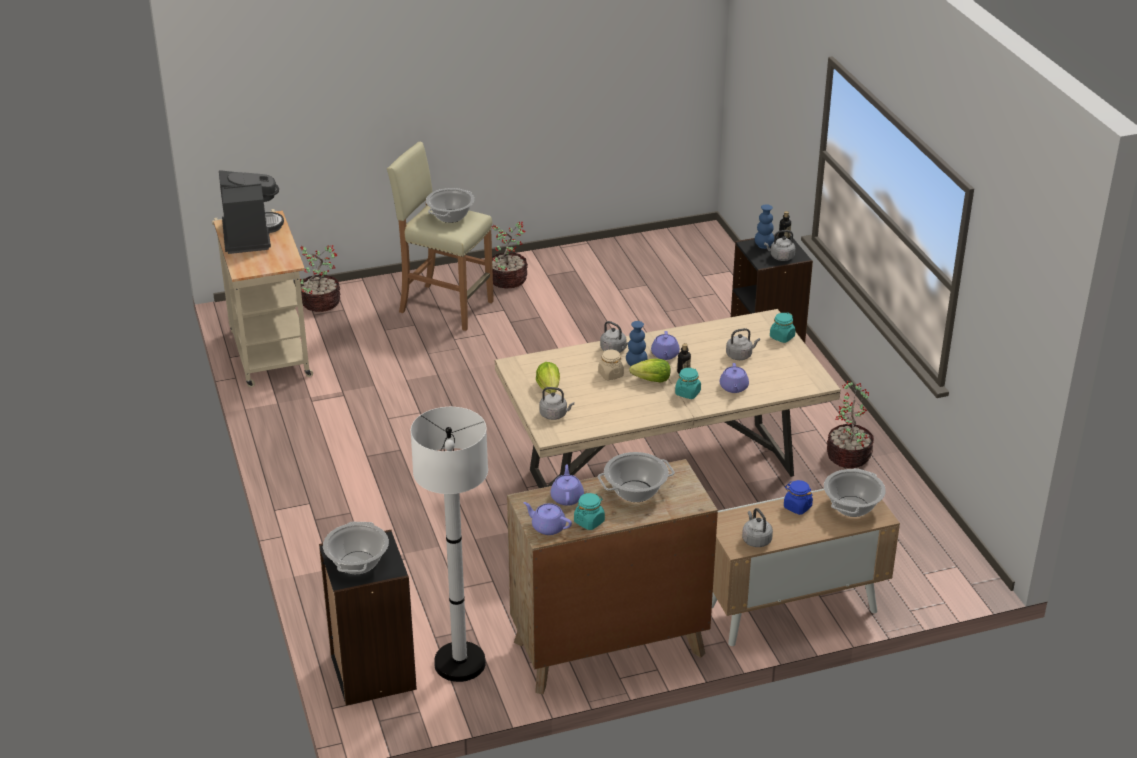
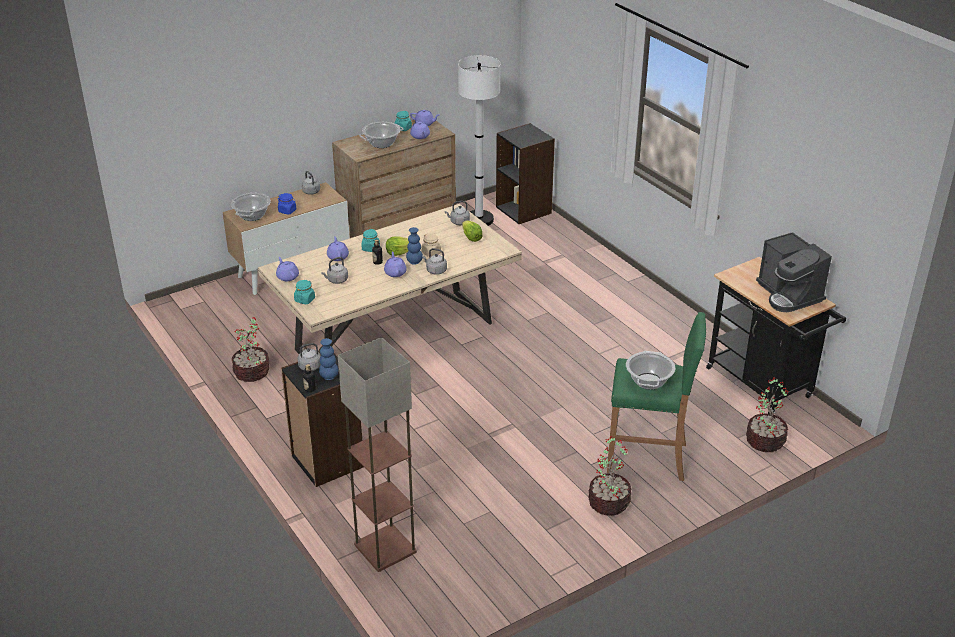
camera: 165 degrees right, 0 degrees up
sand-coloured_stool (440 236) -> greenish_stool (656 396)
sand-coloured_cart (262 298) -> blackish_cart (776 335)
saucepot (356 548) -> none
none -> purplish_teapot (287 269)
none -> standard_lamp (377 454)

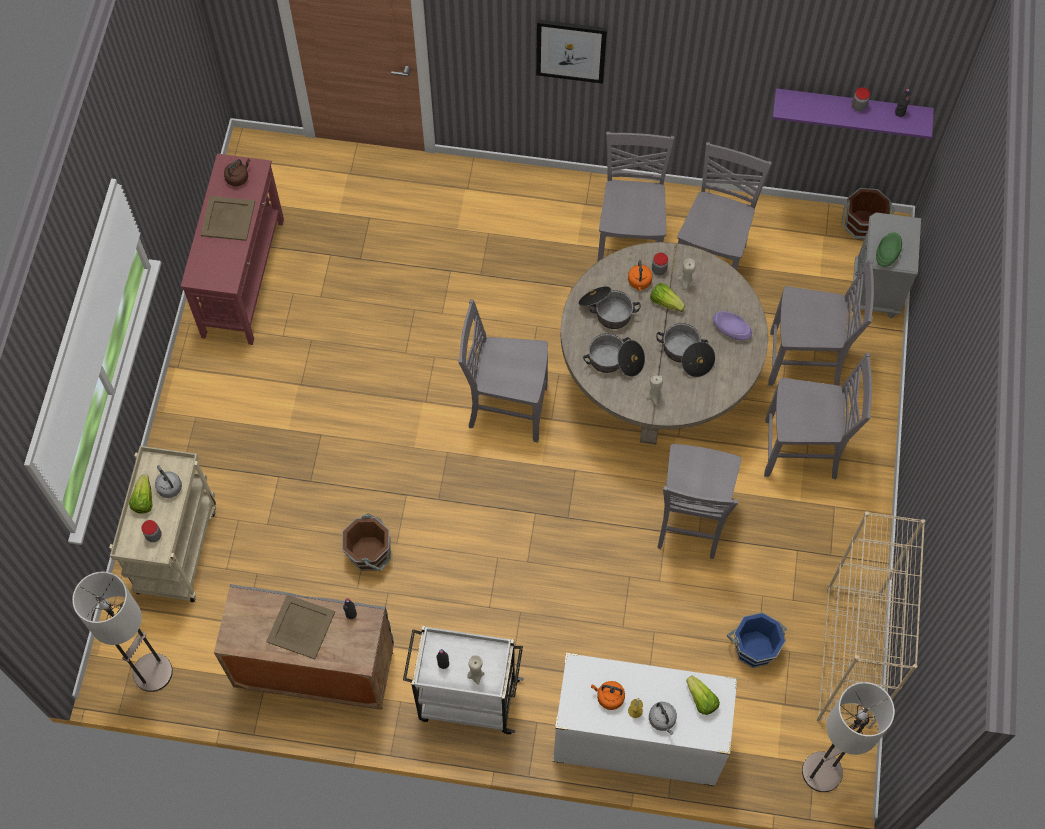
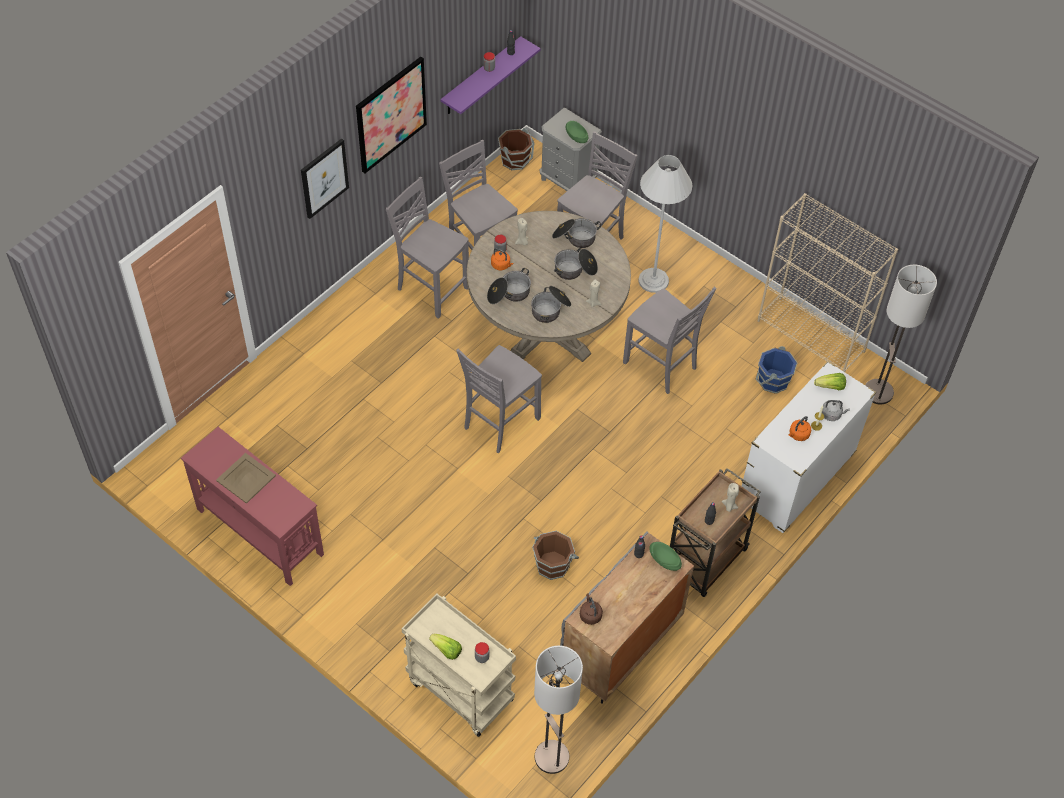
camera: 60 degrees left, 10 degrees down
brown_tea_kettle (237 172) -> brown_tea_kettle (591 609), move
lettuce (667 297) -> none
purplish_serving_bowl (732 326) -> saucepot (576 233)
greyish_upright_chair (818 416) -> white_standard_lamp (665 224)
greyish_tea_kettle (168 481) -> none
sand-coloured_carrying_tray (300 627) -> none
white_cart (463 679) -> brown_cart (715 532)
none -> wall_picture (391 115)
none -> greenish_serving_bowl (665 556)

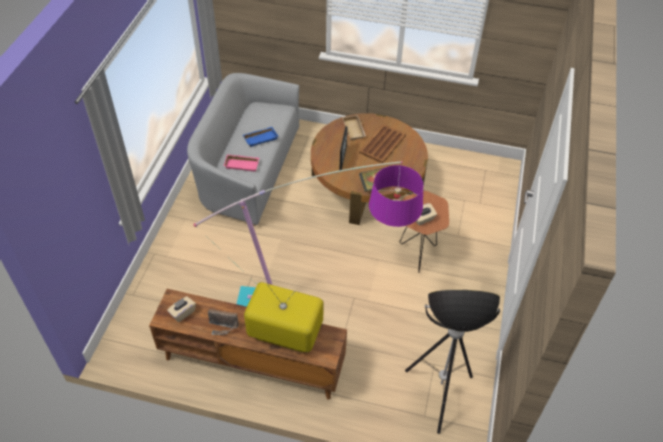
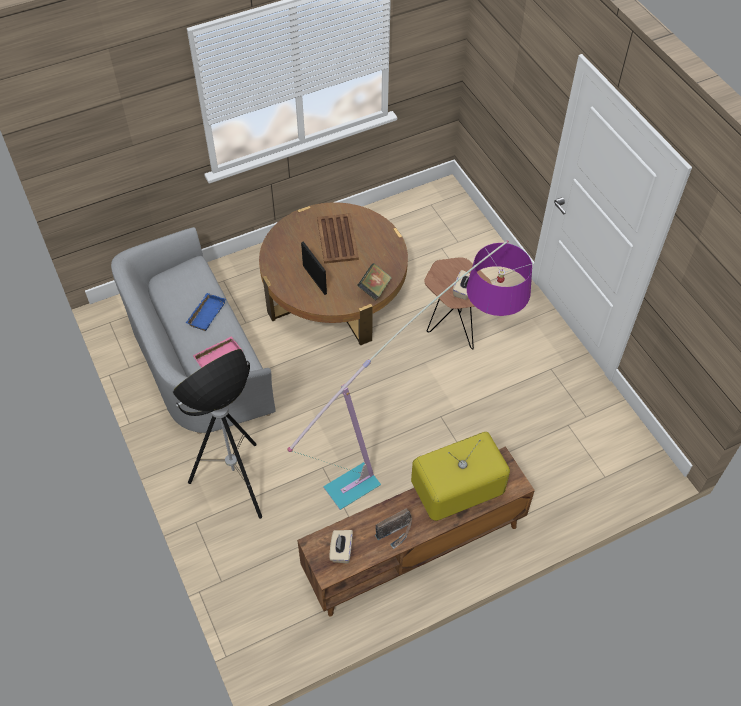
camera: 40 degrees left, 5 degrees up
sand-coloured_carrying_tray (354 127) -> none
standard_lamp (452 362) -> standard_lamp (217 434), move

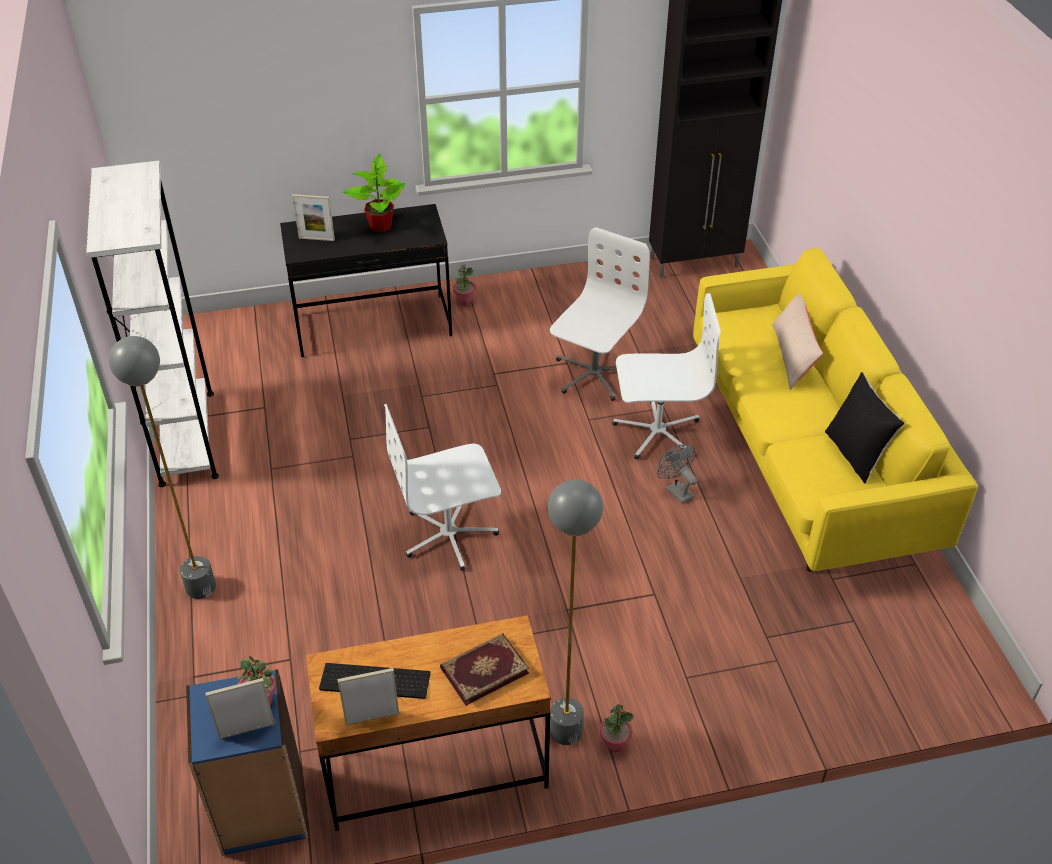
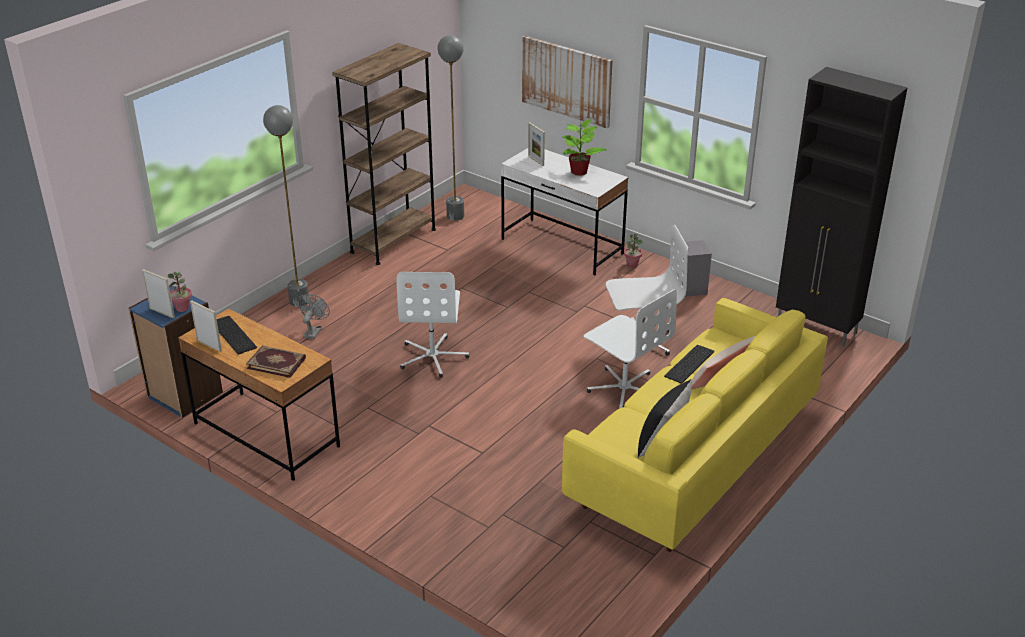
camera: 50 degrees right, 10 degrees down
white_bookshelf (152 324) -> brown_bookshelf (384 154)
blackish_desk_unit (366 280) -> white_desk_unit (565 212)
white_office_chair (442 487) -> white_office_chair (433 325), 120 degrees counterclockwise
greyish_electric_fan (677 474) -> greyish_electric_fan (313 316), move
greyish_standard_lamp (575 612) -> greyish_standard_lamp (450 128), move
houseplant (617 728) -> none
none -> wall_picture (567 82)
none -> greyish_loudspeaker (697 268)
none -> keyboard (689 364)

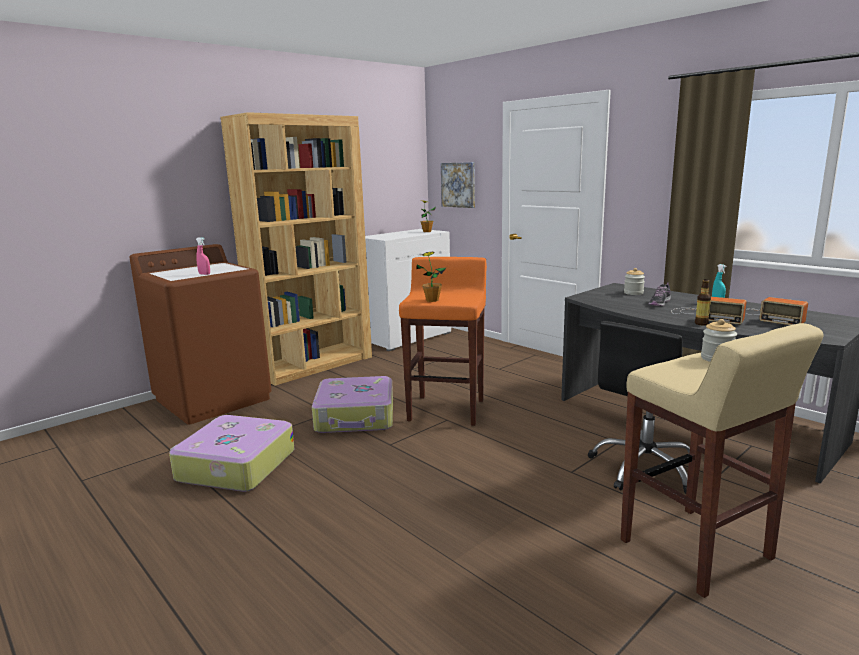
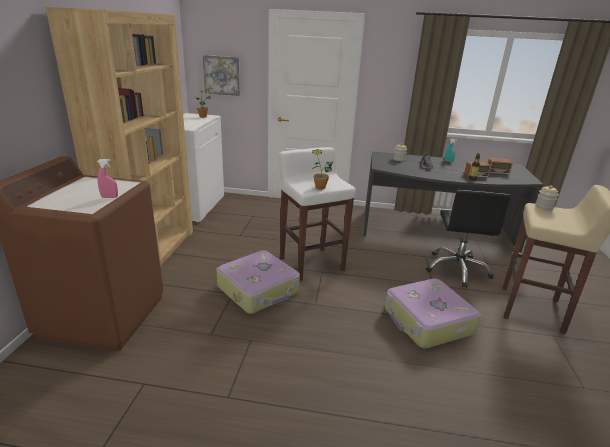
camera: 40 degrees left, 10 degrees up
orange_stool (443 341) -> white_stool (317 214)
suitcase (231 453) -> suitcase (433 313), move

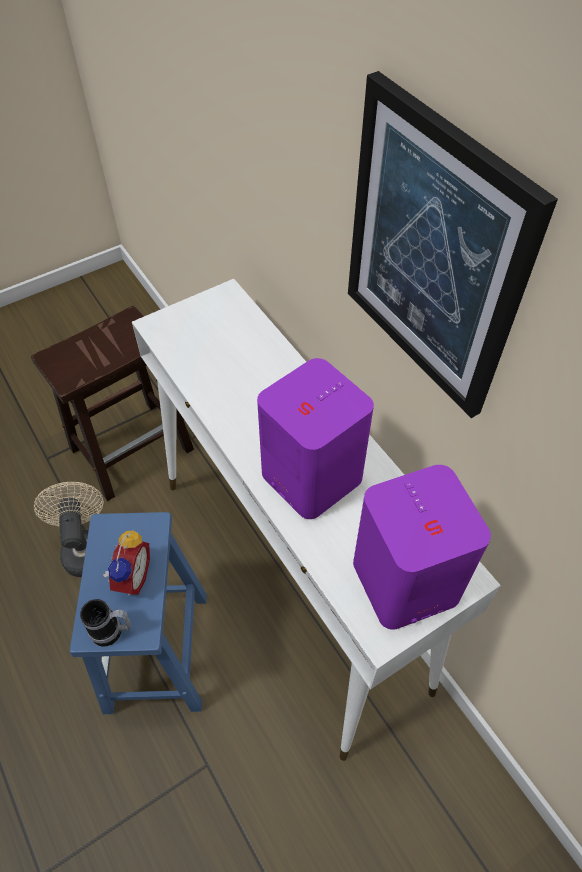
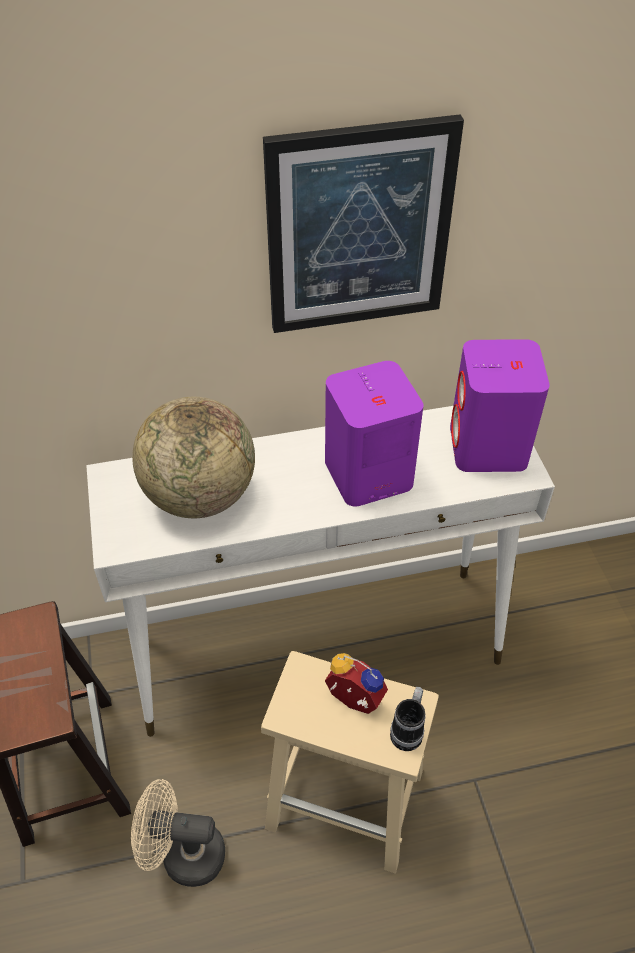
camera: 70 degrees left, 5 degrees down
blue-coloured_stool (138 613) -> sand-coloured_stool (350 762)
none -> desk_globe (193 457)

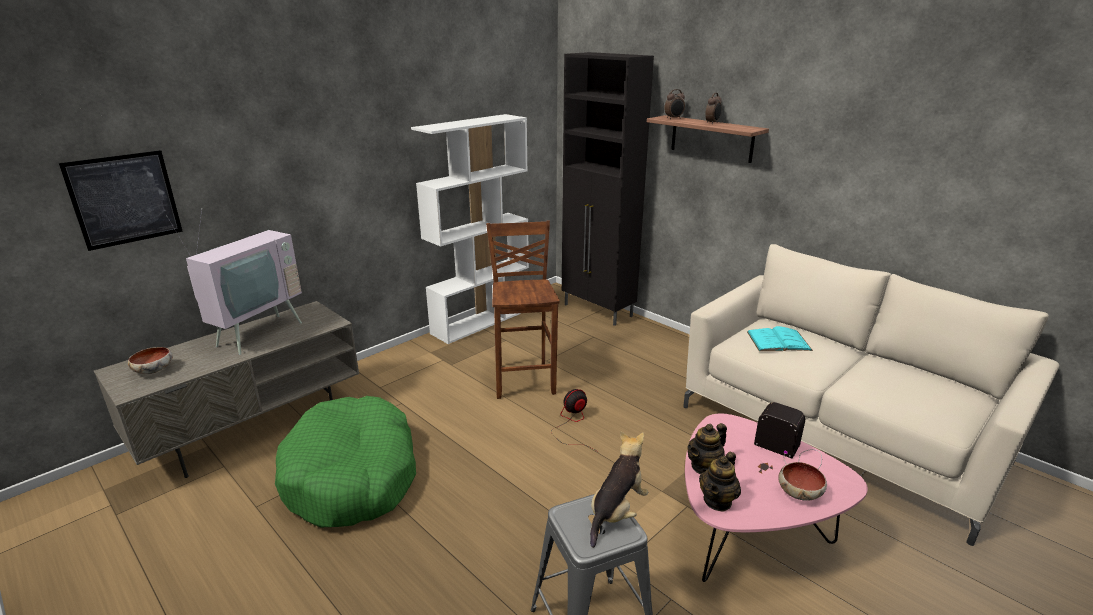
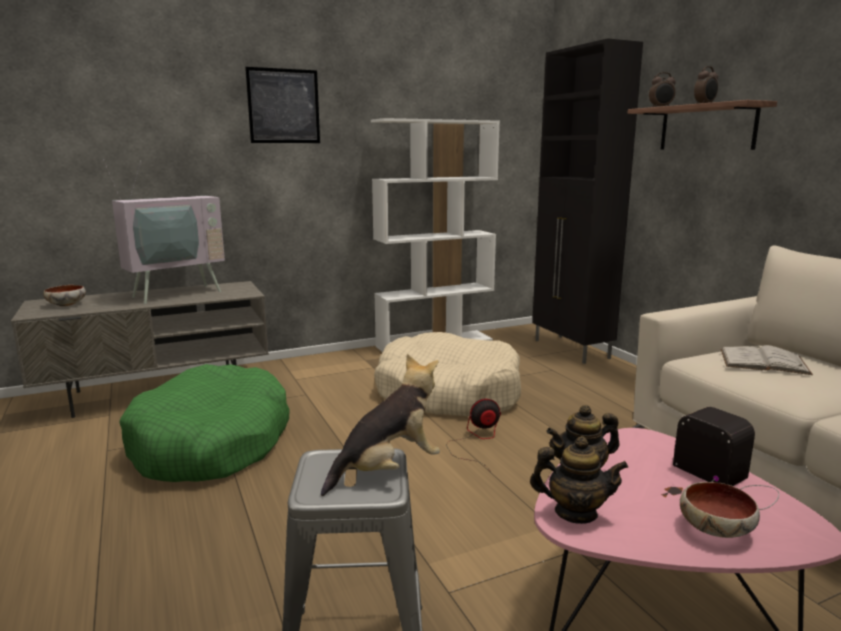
camera: 20 degrees right, 10 degrees down
wall_picture (121 200) -> wall_picture (282 105), move
brown_stool (523 309) -> sand-coloured_dog_cushion (447 374)
turquoise_volume (780 338) -> white_volume (766 360)
teapot (720 482) -> teapot (579 480), 135 degrees counterclockwise

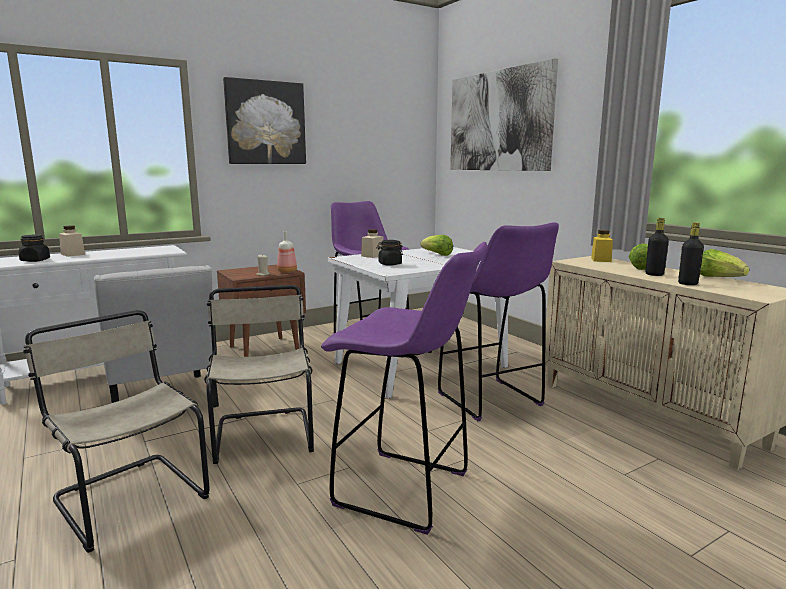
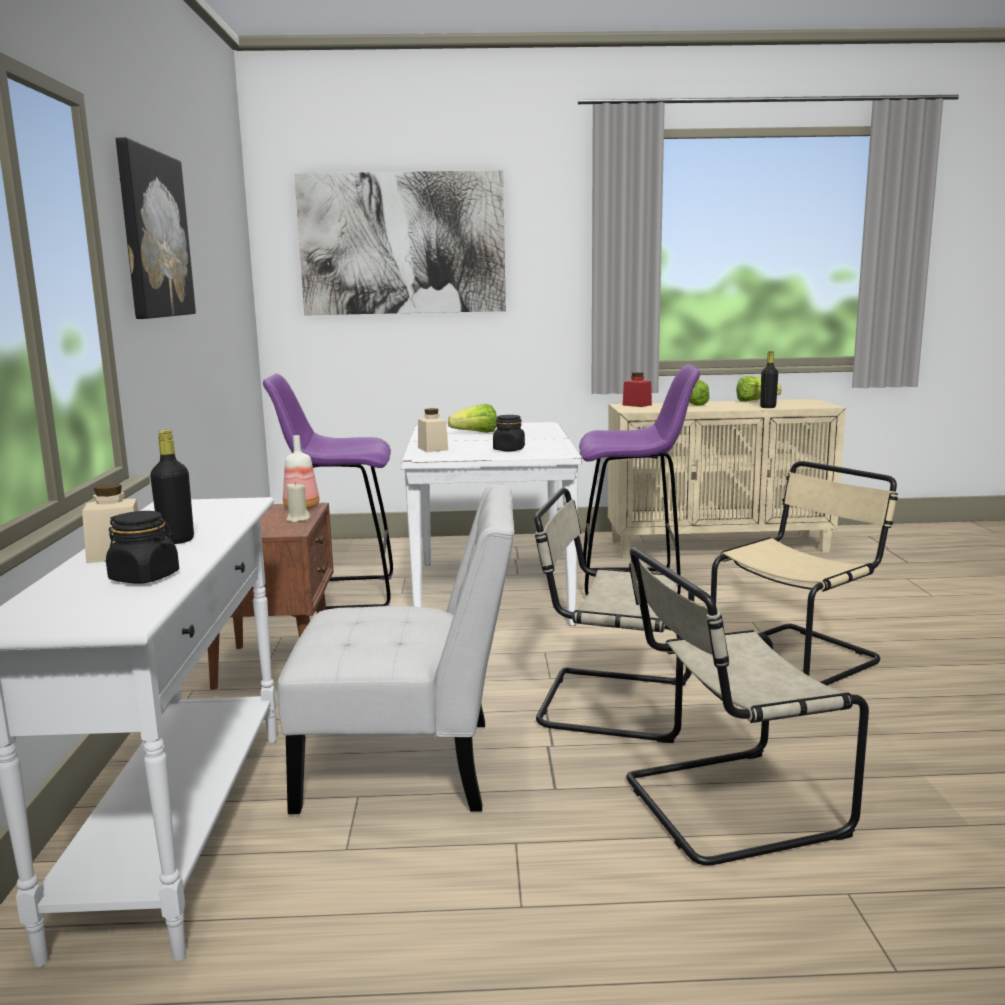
camera: 60 degrees left, 0 degrees up
blackish_beverage_bottle (657 247) -> blackish_beverage_bottle (172 487), move
yellow_storage_jar (602 246) -> reddish_storage_jar (637 389)
purplish_stool (404 388) -> sand-coloured_upright_chair (804 573)

